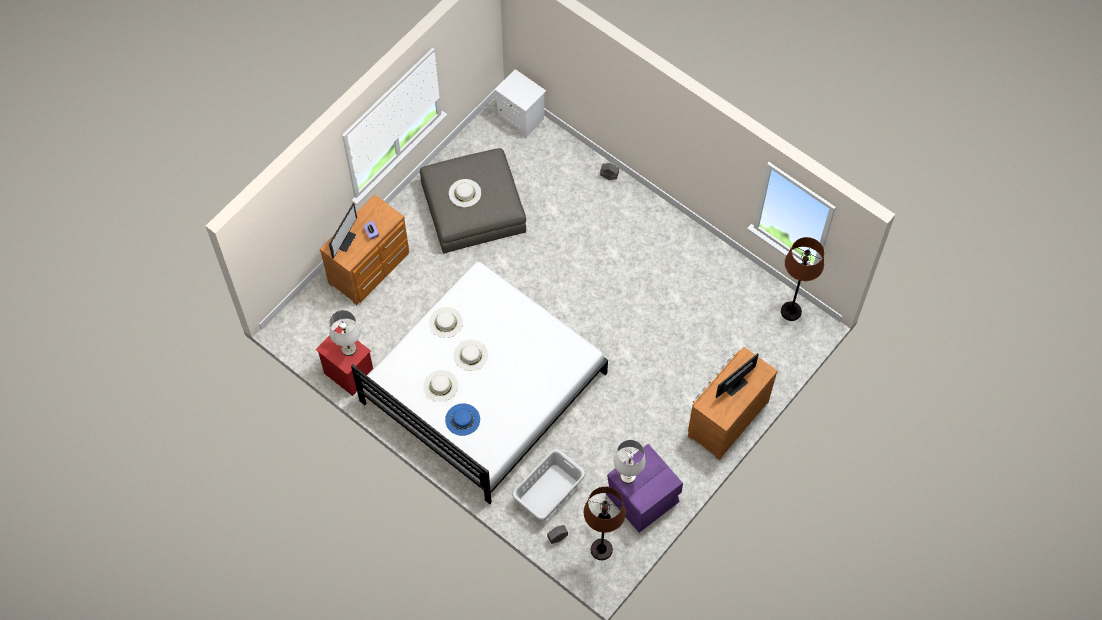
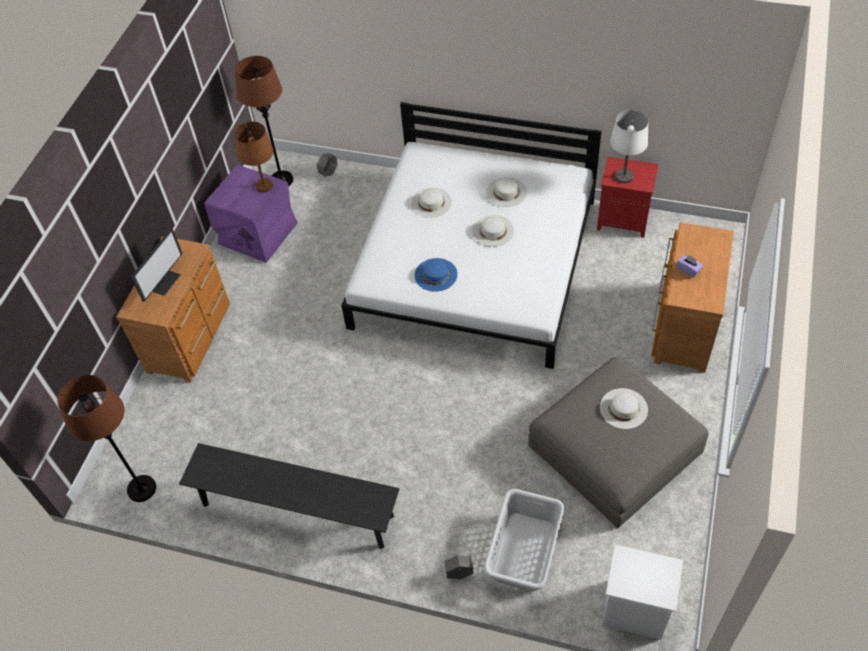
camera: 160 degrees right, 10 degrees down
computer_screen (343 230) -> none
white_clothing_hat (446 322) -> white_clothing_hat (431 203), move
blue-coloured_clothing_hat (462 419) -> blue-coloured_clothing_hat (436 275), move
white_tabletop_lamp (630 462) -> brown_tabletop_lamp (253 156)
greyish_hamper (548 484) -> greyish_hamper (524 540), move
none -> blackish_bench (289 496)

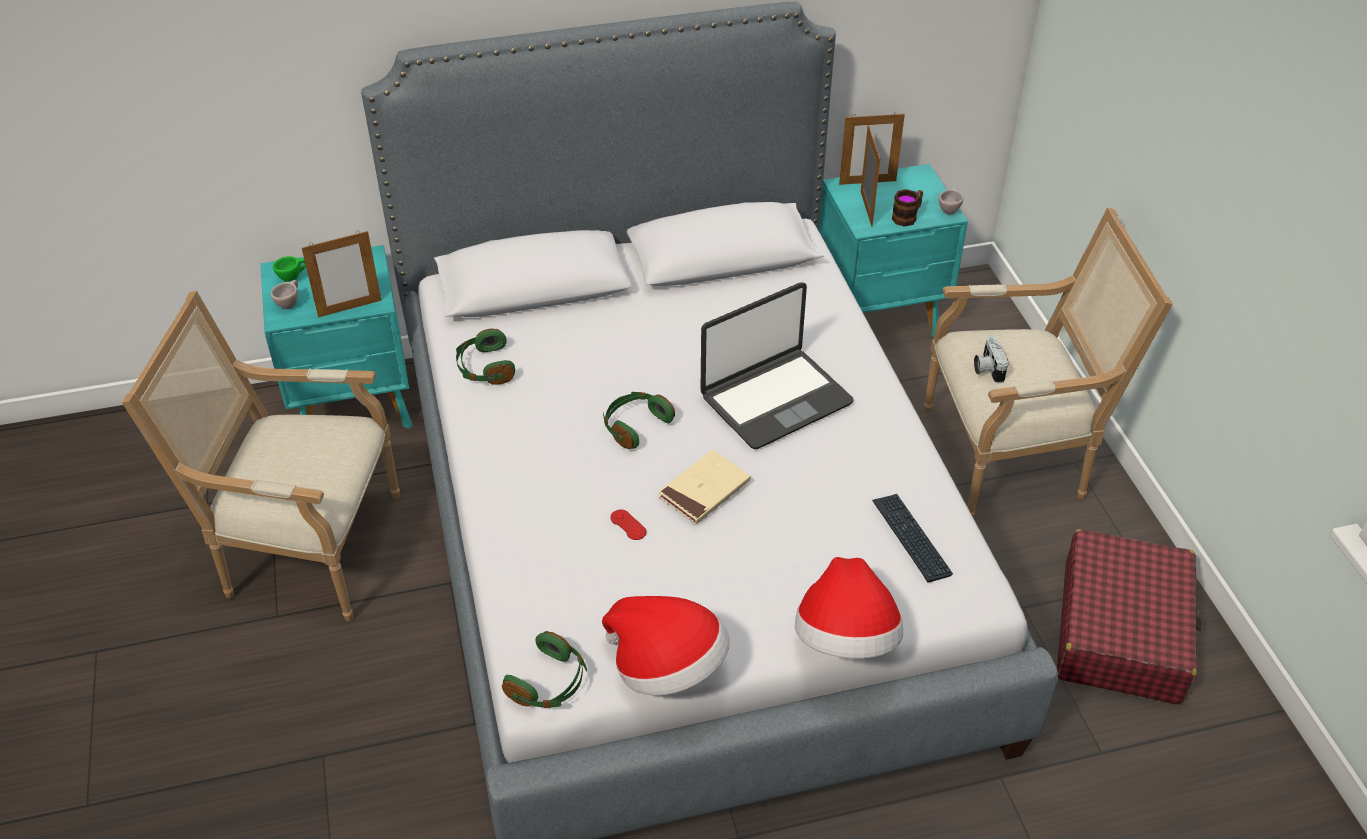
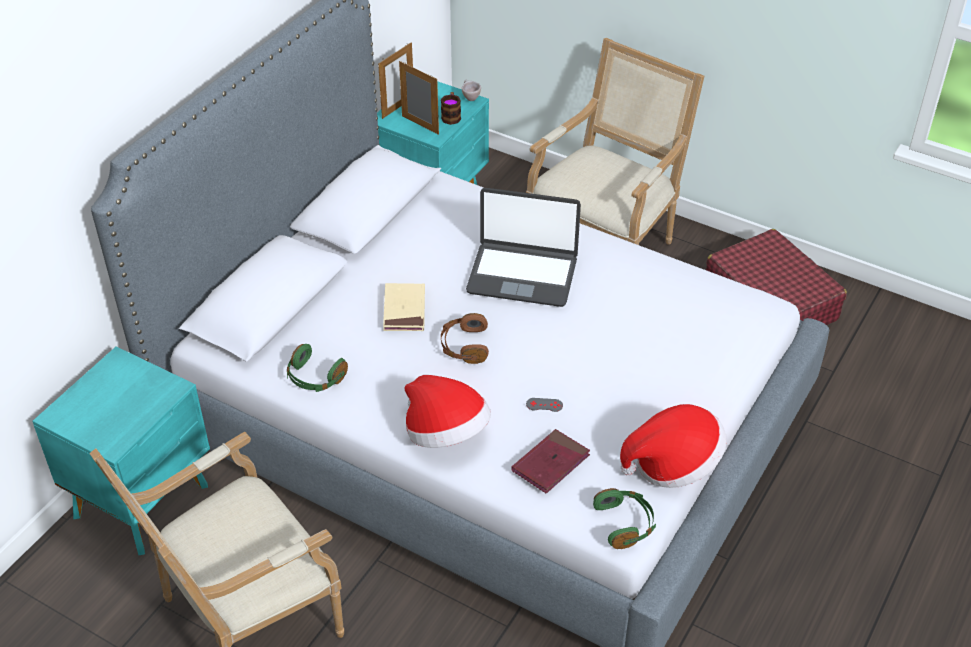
camera: 45 degrees left, 0 degrees up
photo_frame (342 274) -> none
greenish_cup (289 269) -> none
sand-coloured_cup (284 294) -> none
portable_computer (777 365) -> portable_computer (523 247), 90 degrees clockwise
still_camera (991 359) -> none
greenish_headphones (639 420) -> brown_headphones (465 338)
sand-coloured_volume (704 486) -> sand-coloured_volume (404 307), move
keyboard (913 538) -> none
reddish_joypad (628 525) -> greyish_joypad (544 405)
clothing_hat (849 608) -> clothing_hat (447 411), move
none -> reddish_volume (550 461)

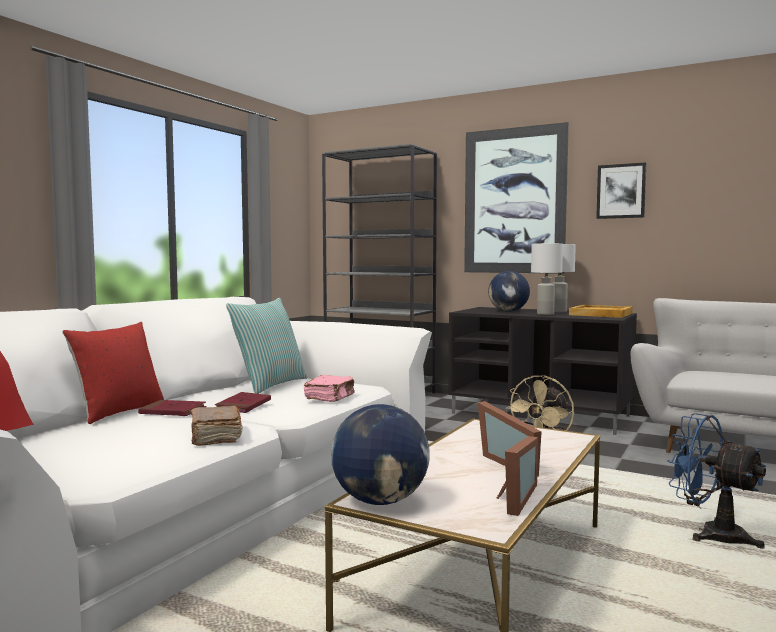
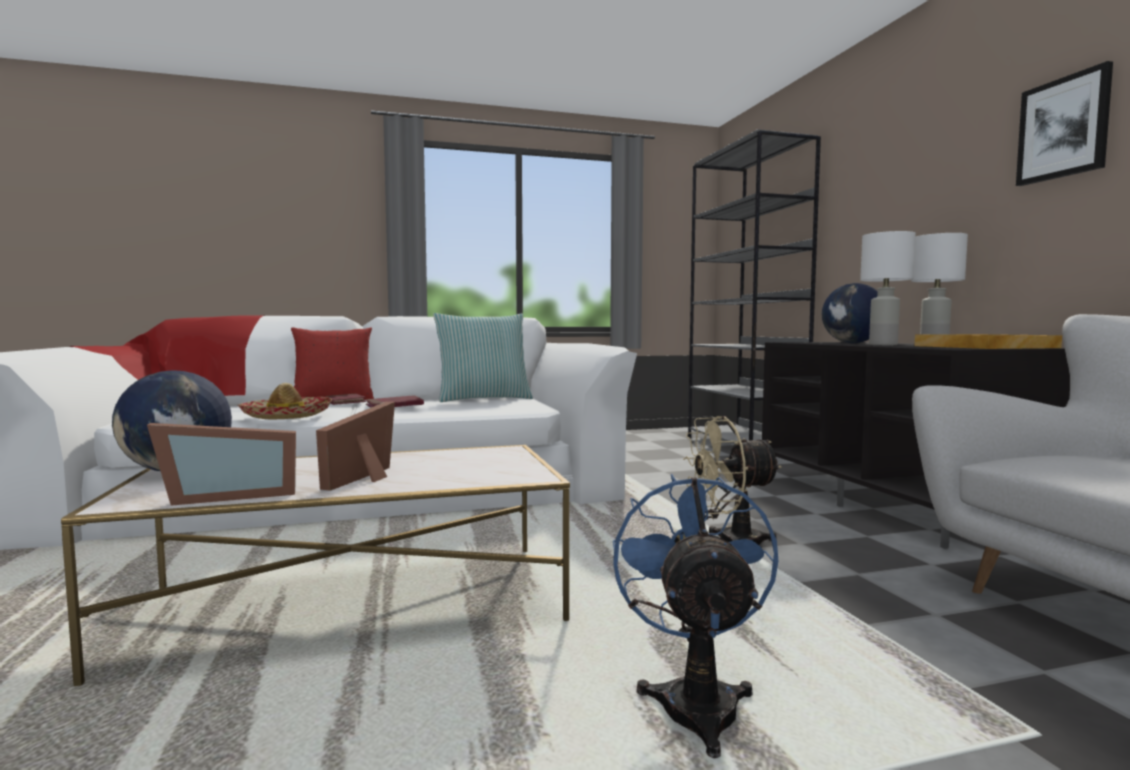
camera: 45 degrees right, 0 degrees up
wall_picture (516 198) -> none
pink-coloured_volume (329 388) -> none
brown_volume (216 426) -> clothing_hat (284 401)

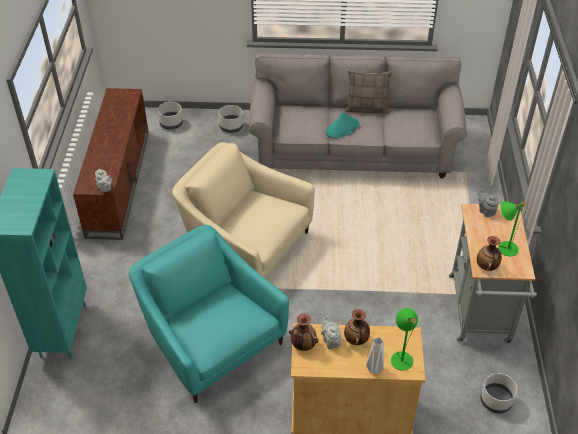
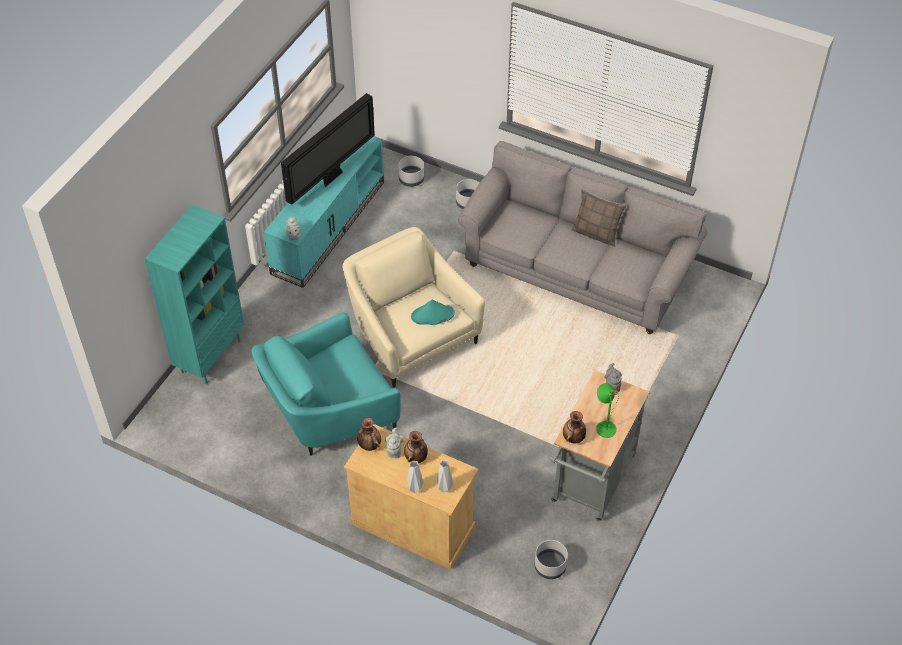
camera: 25 degrees right, 5 degrees up
brown_tv_stand (111 164) -> turquoise_tv_stand (324 212)
turquoise_clothing_hat (343 125) -> turquoise_clothing_hat (433 312), move
turquoise_lounge_chair (209 314) -> turquoise_lounge_chair (326 384), 105 degrees counterclockwise
greenish_tabletop_lamp (404 339) -> greyish_decorative_vase (445 476)
none -> TV_set (328 149)

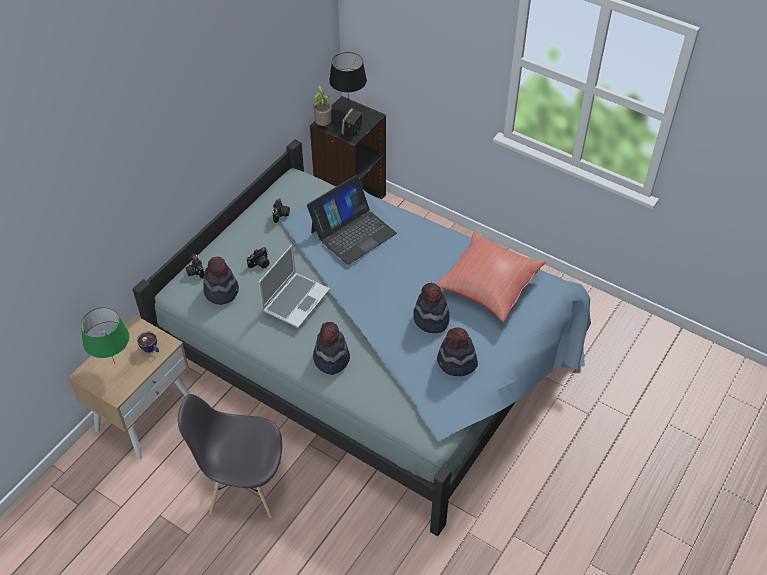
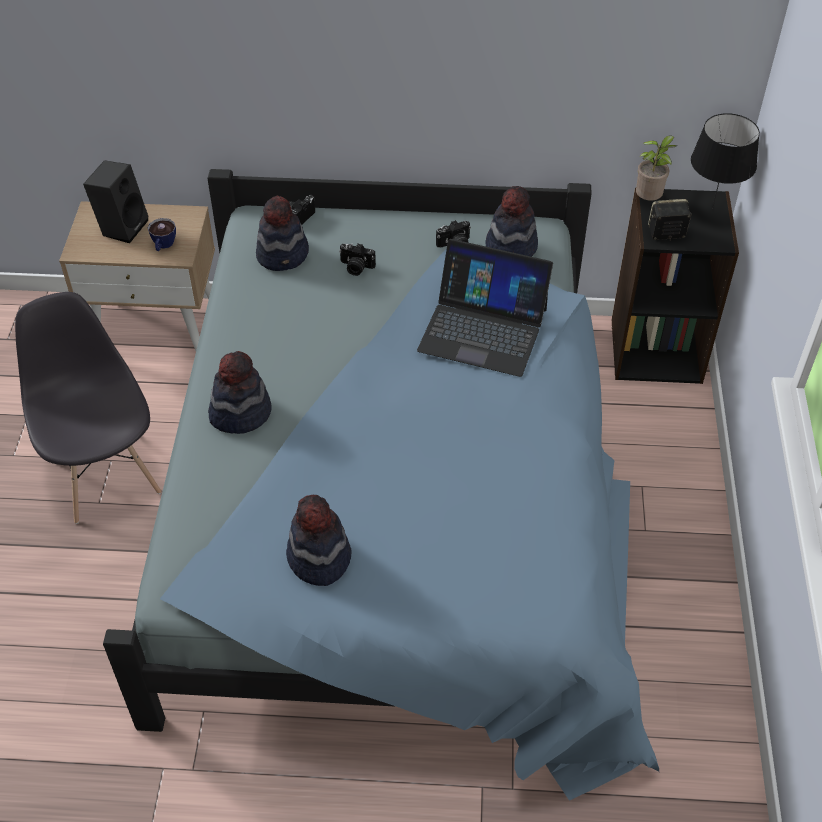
camera: 60 degrees right, 0 degrees up
reddish_cushion (490 276) -> none
portable_computer (294 286) -> none
clothing_hat (431 308) -> clothing_hat (511 221), move
greenish_tabletop_lamp (105 335) -> blackish_loudspeaker (116 201)

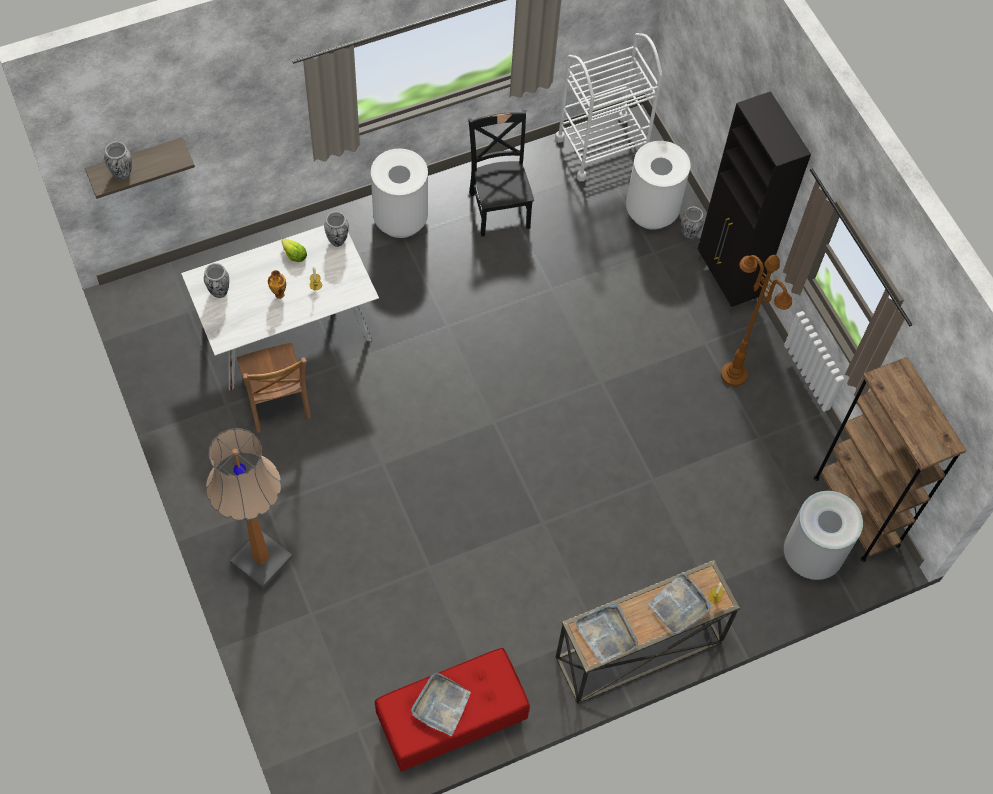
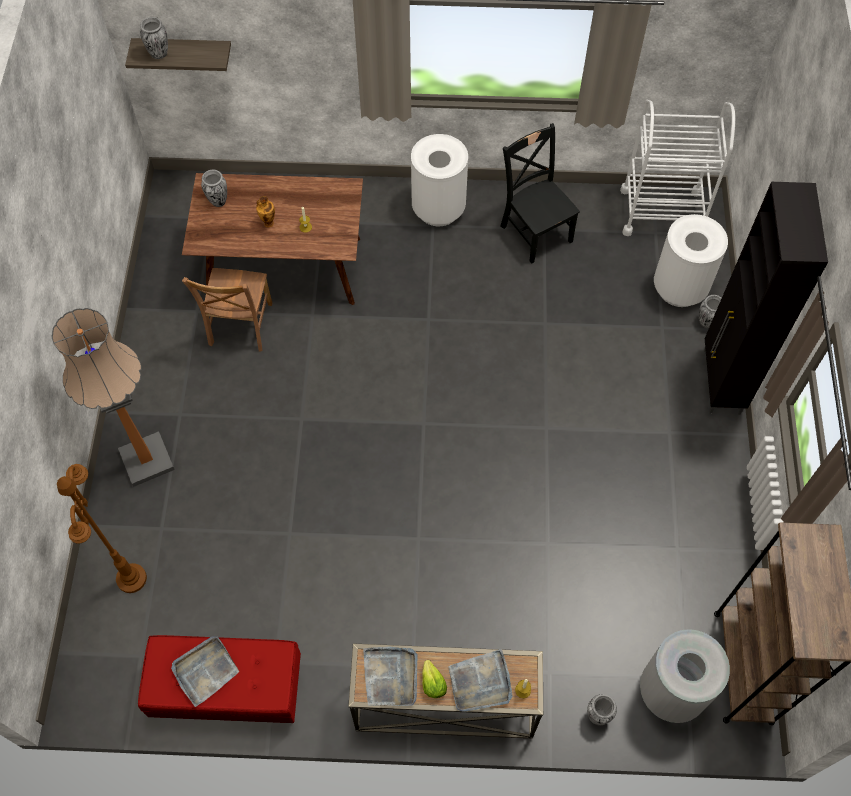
camera: 30 degrees right, 0 degrees up
blackish_upright_chair (501 173) -> blackish_upright_chair (540 193), 45 degrees counterclockwise
decorative_vase (336 229) -> decorative_vase (602 710), move
white_kitchen_table (280 308) -> brown_kitchen_table (272 239)
lettuce (294 250) -> lettuce (434 679), move
brown_standard_lamp (756 321) -> brown_standard_lamp (102 528), move

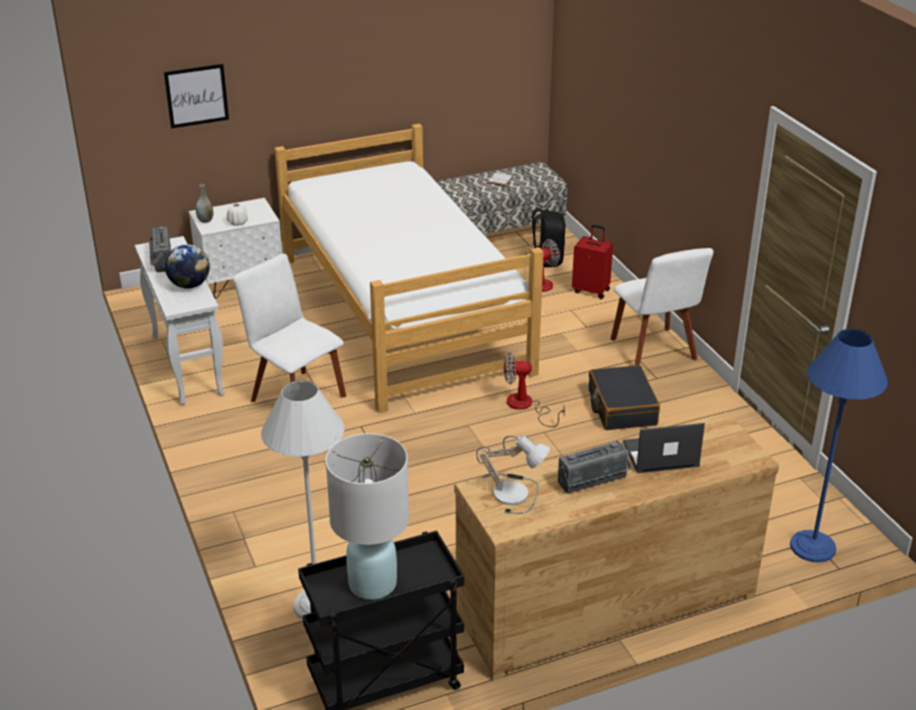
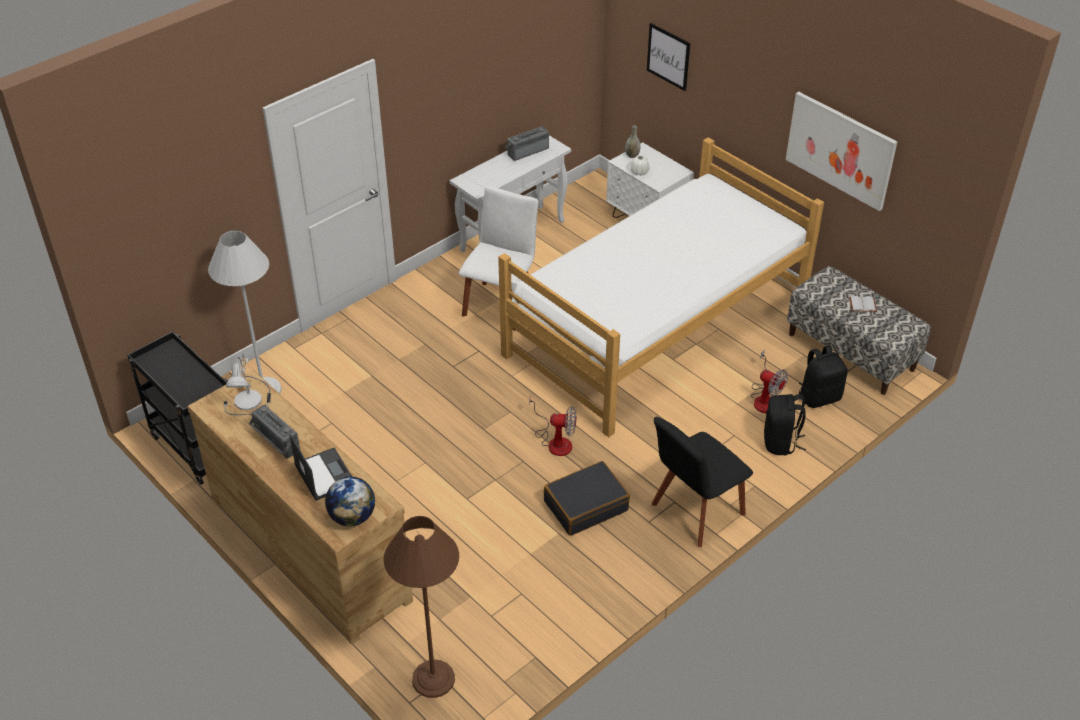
camera: 70 degrees right, 10 degrees up
reddish_suitcase (592 262) -> blackish_knapsack (785 425)
desk_globe (187 266) -> desk_globe (350 501), move
white_upright_chair (662 306) -> blackish_upright_chair (702 482)
blue-coloured_standard_lamp (839 445) -> brown_standard_lamp (421 607)
electric_fan (534 389) -> electric_fan (552 427), 120 degrees clockwise
white_tabletop_lamp (367 516) -> none
none -> wall_picture (841 151)

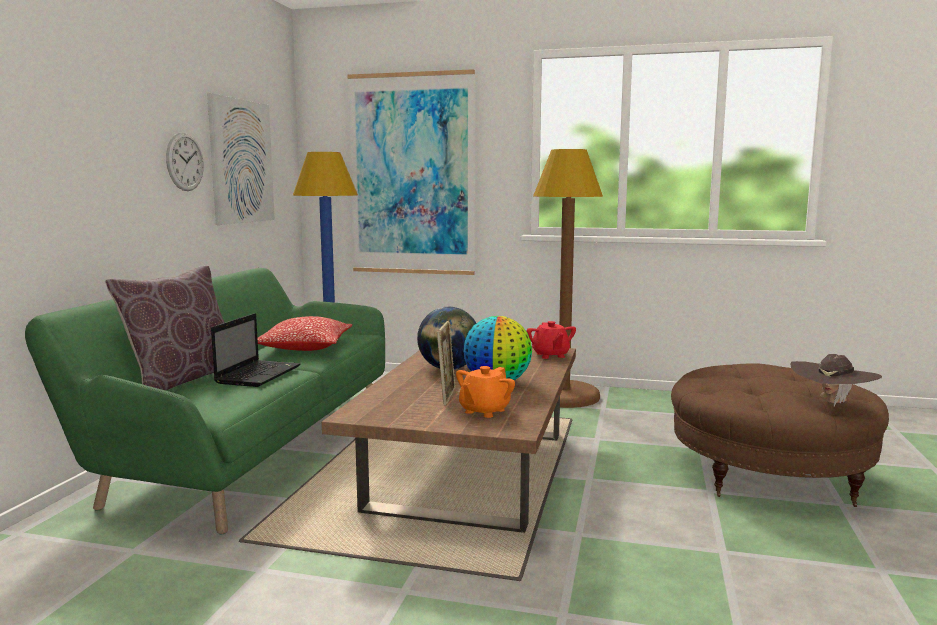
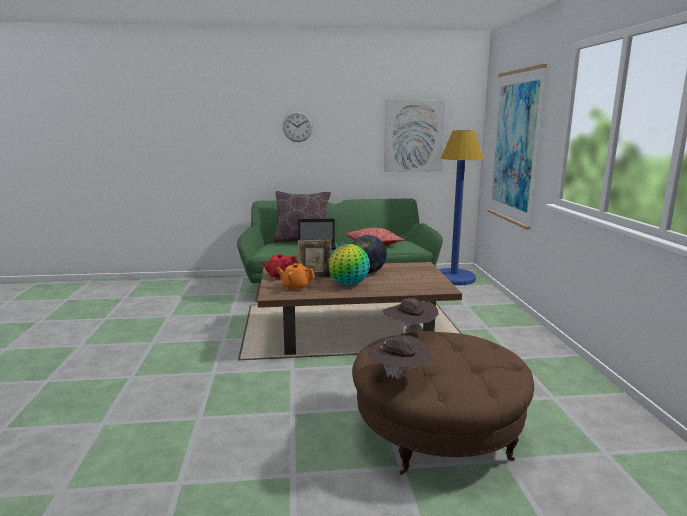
camera: 70 degrees right, 5 degrees up
wall_clock (185 161) -> wall_clock (298 126), move
brown_standard_lamp (568 278) -> none
reddish_teapot (551 340) -> reddish_teapot (279 267), move
none -> brown_clothing_hat (410 315)

